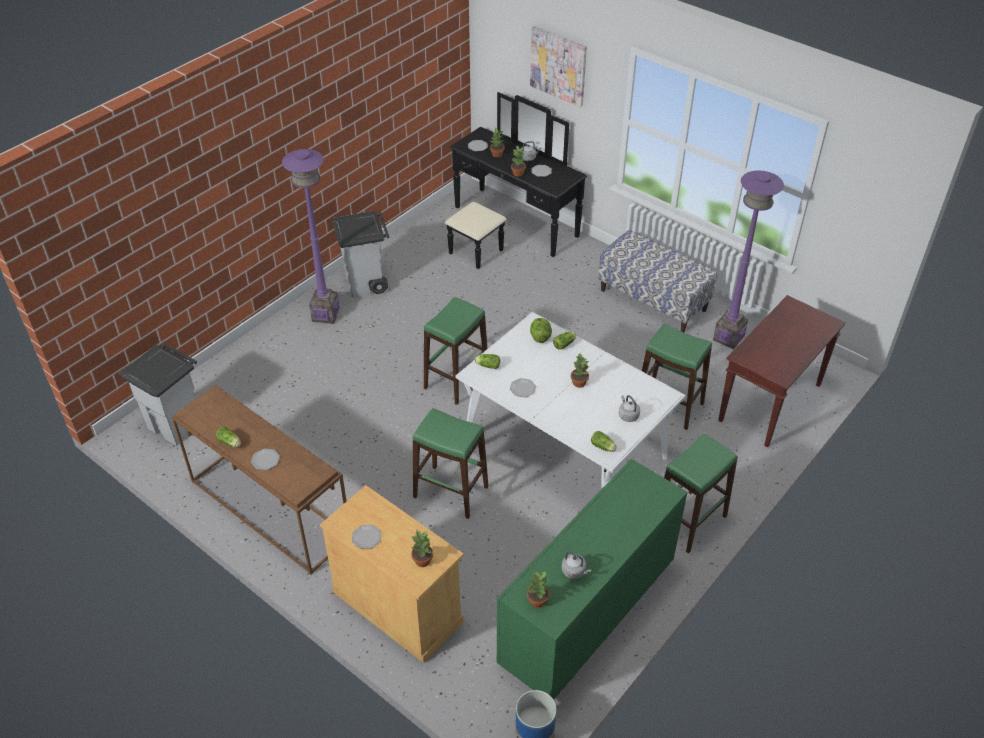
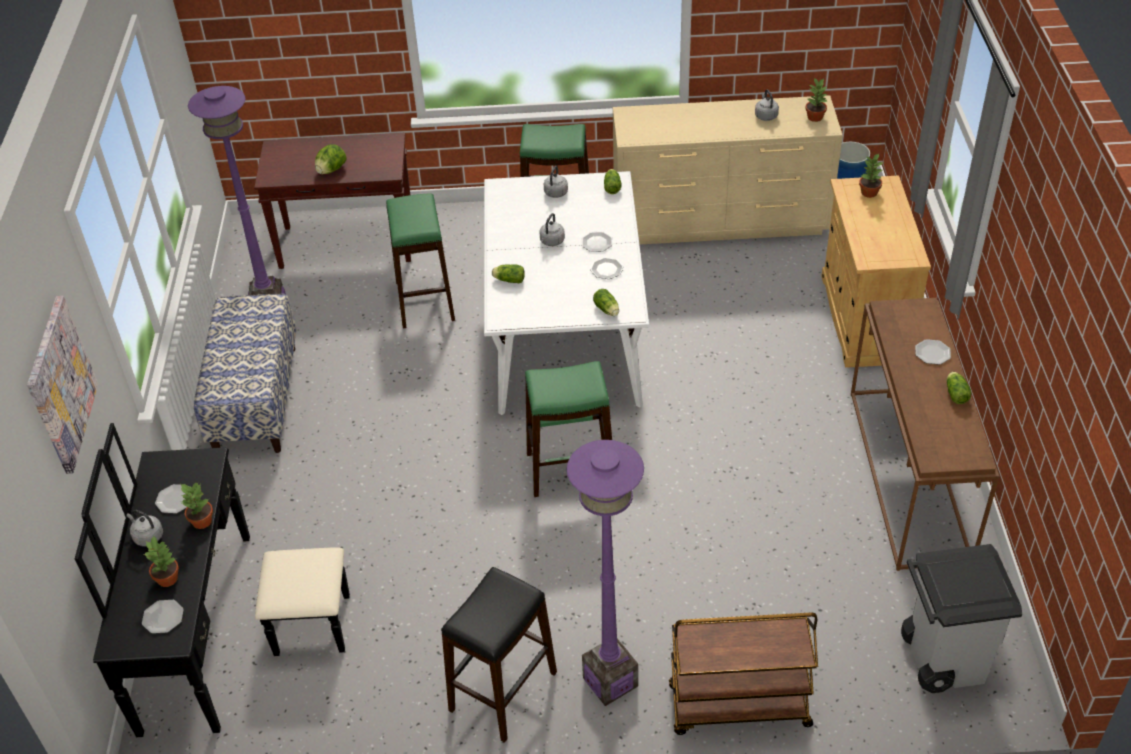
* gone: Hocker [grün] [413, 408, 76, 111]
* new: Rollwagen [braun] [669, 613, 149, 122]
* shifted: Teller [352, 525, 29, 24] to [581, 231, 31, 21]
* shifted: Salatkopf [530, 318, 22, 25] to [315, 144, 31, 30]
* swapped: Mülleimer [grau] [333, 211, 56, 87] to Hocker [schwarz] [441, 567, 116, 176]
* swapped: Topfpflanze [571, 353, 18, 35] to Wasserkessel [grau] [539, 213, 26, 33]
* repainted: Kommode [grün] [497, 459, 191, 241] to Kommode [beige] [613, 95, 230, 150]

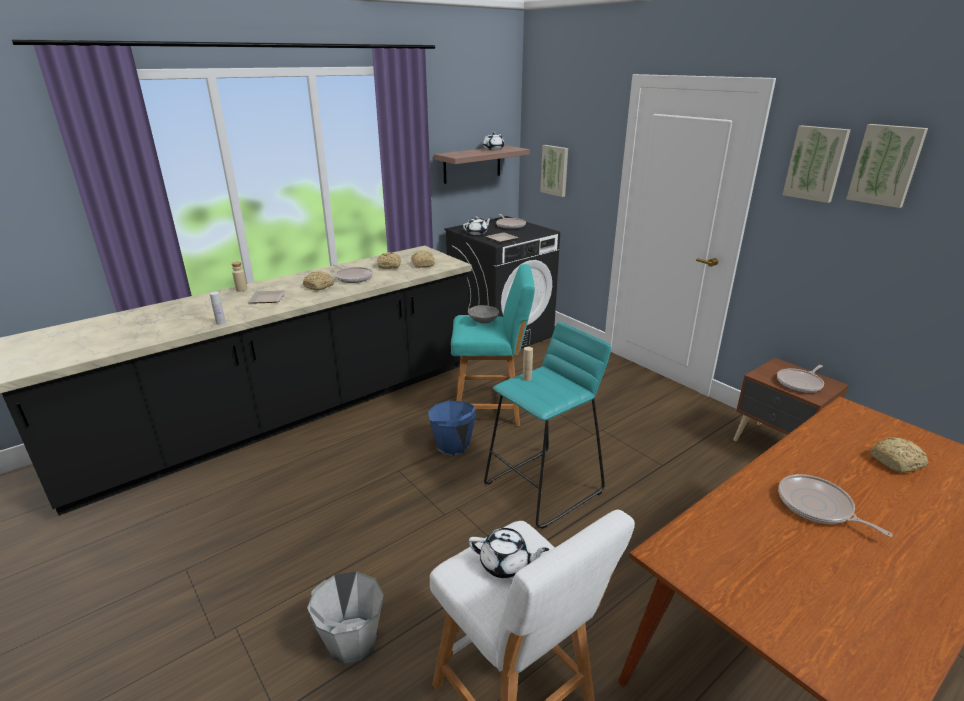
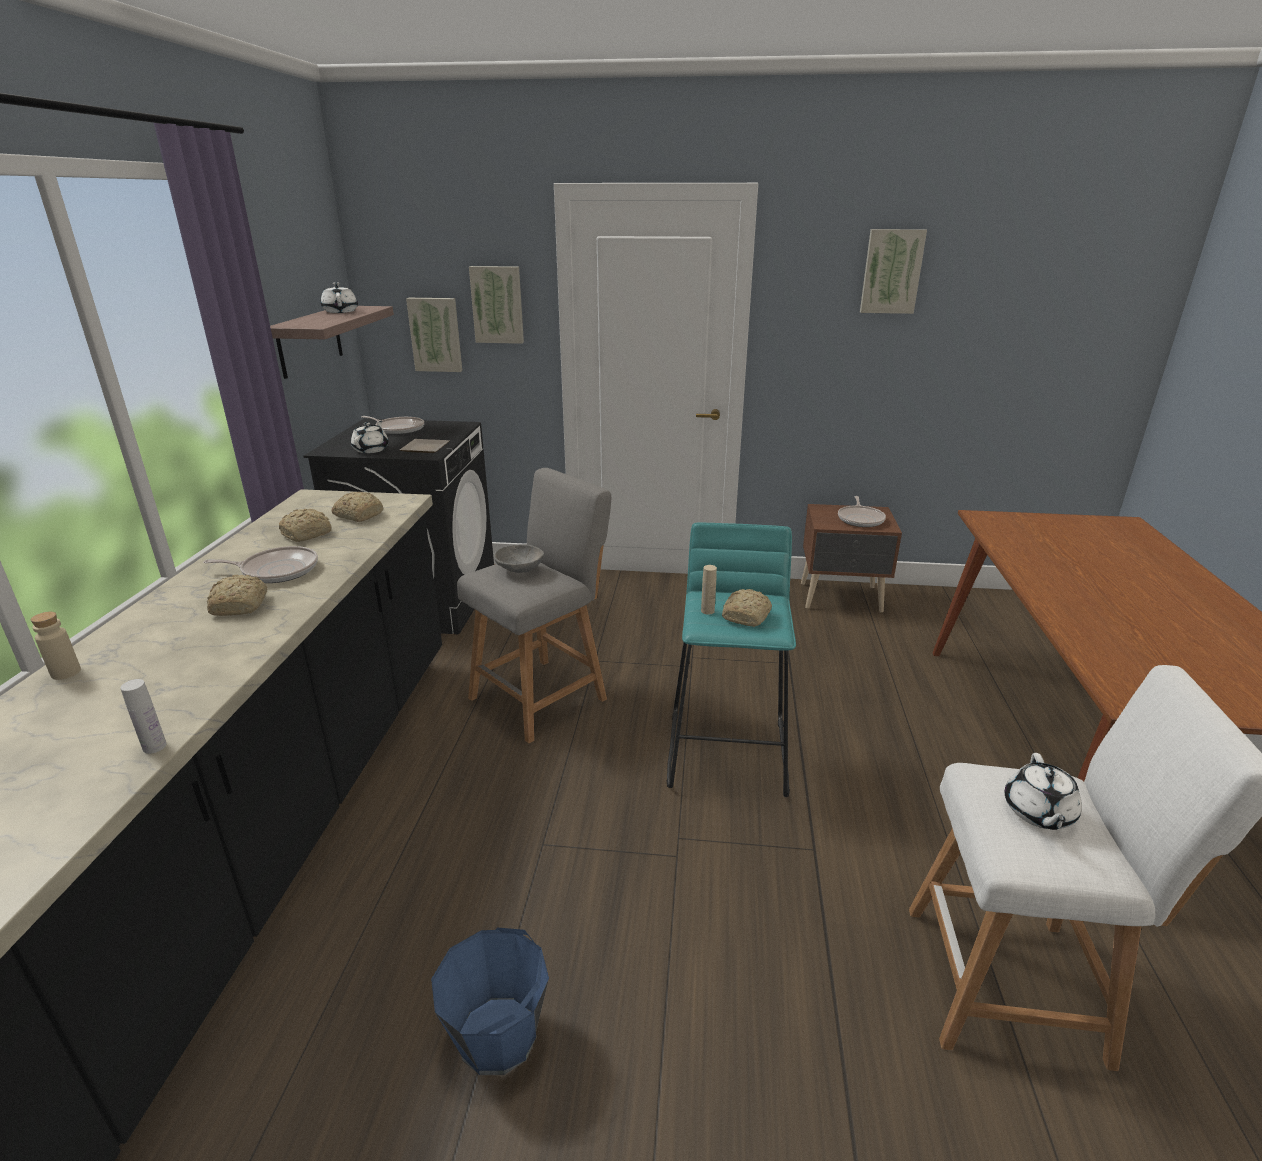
* gone: Teller [248, 290, 37, 13]
* gone: Eimer [grau] [307, 571, 77, 93]
* gone: Pfanne [778, 474, 115, 63]
* shifted: Eimer [blau] [428, 400, 48, 56] to [431, 928, 118, 147]
* shifted: Bild [783, 125, 68, 78] to [469, 266, 55, 78]
* shifted: Brot [870, 437, 58, 36] to [722, 589, 50, 38]
* repainted: Hocker [türkis] [451, 264, 84, 162] to Hocker [grau] [457, 468, 155, 275]
* rotated: Teekanne [weiß] [468, 528, 81, 51] = [1005, 753, 77, 77] 135 degrees clockwise

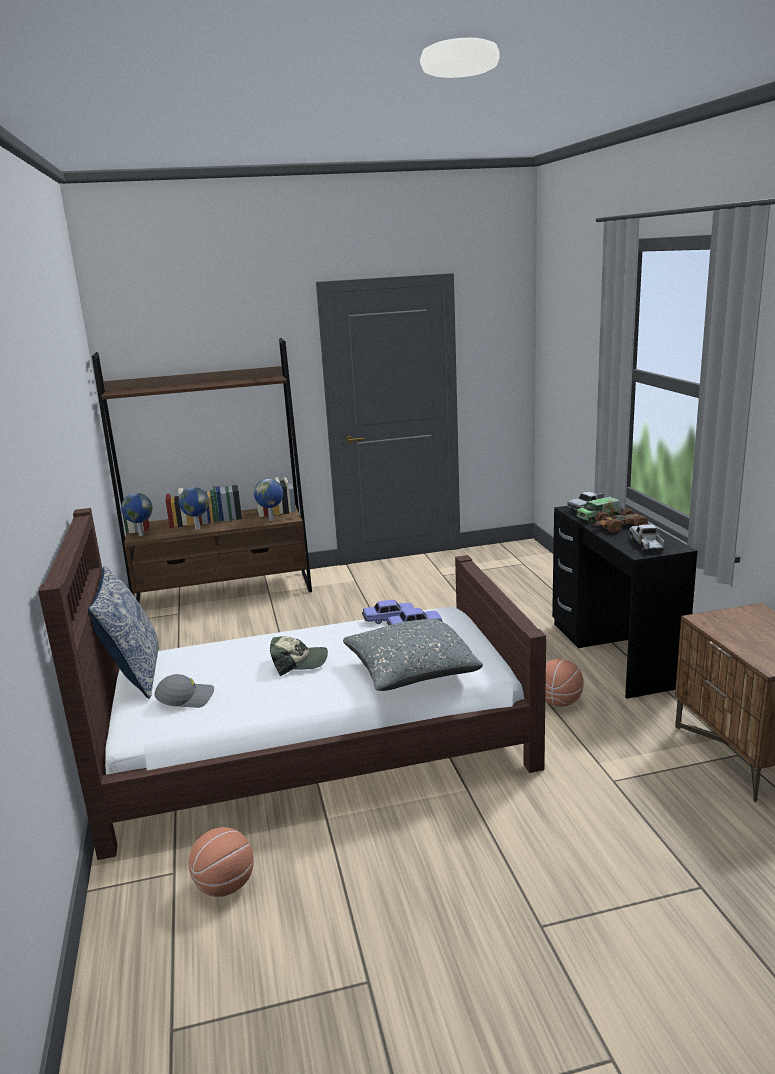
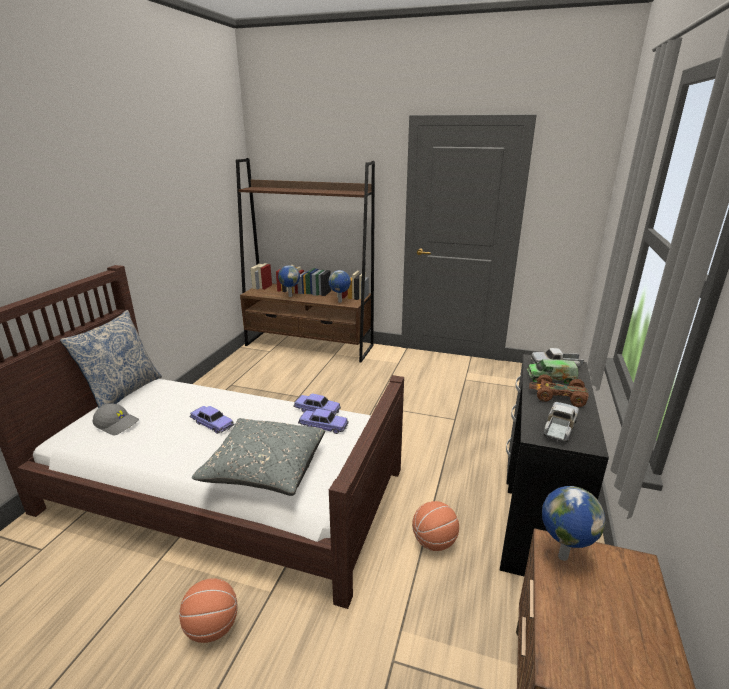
* shifted: Globus [121, 493, 32, 43] to [542, 486, 64, 75]
* shifted: Basketball [189, 827, 65, 70] to [179, 578, 59, 65]
* swapped: Kappe [270, 636, 58, 40] to Spielzeugauto [189, 406, 45, 28]

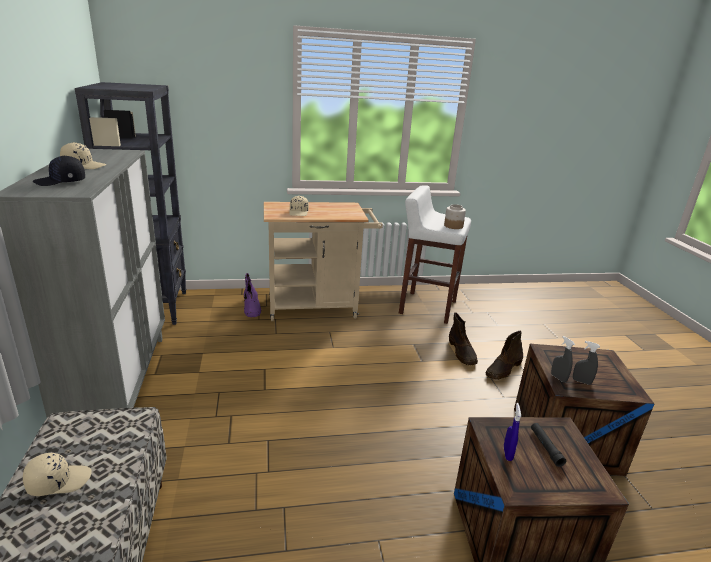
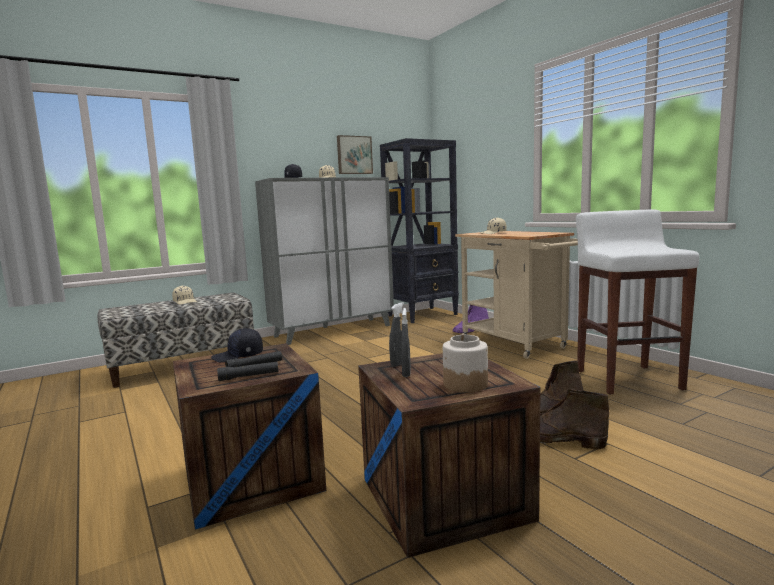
* new: Taschenlampe [schwarz] [217, 362, 61, 19]
* new: Bild [337, 135, 36, 39]
* shifted: Vorratsglas [444, 204, 22, 25] to [443, 335, 45, 58]
* swapped: Sprühflasche [blau] [504, 403, 17, 58] to Kappe [schwarz] [211, 328, 52, 34]

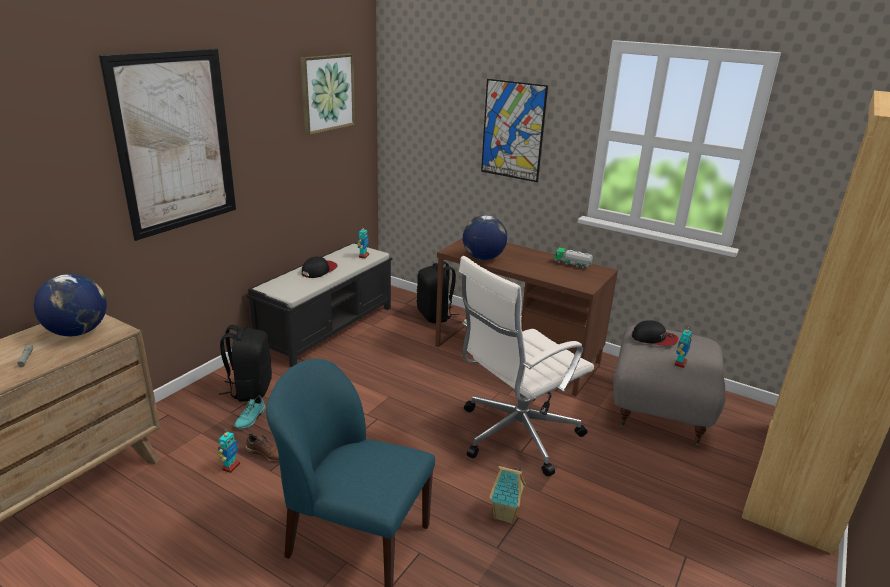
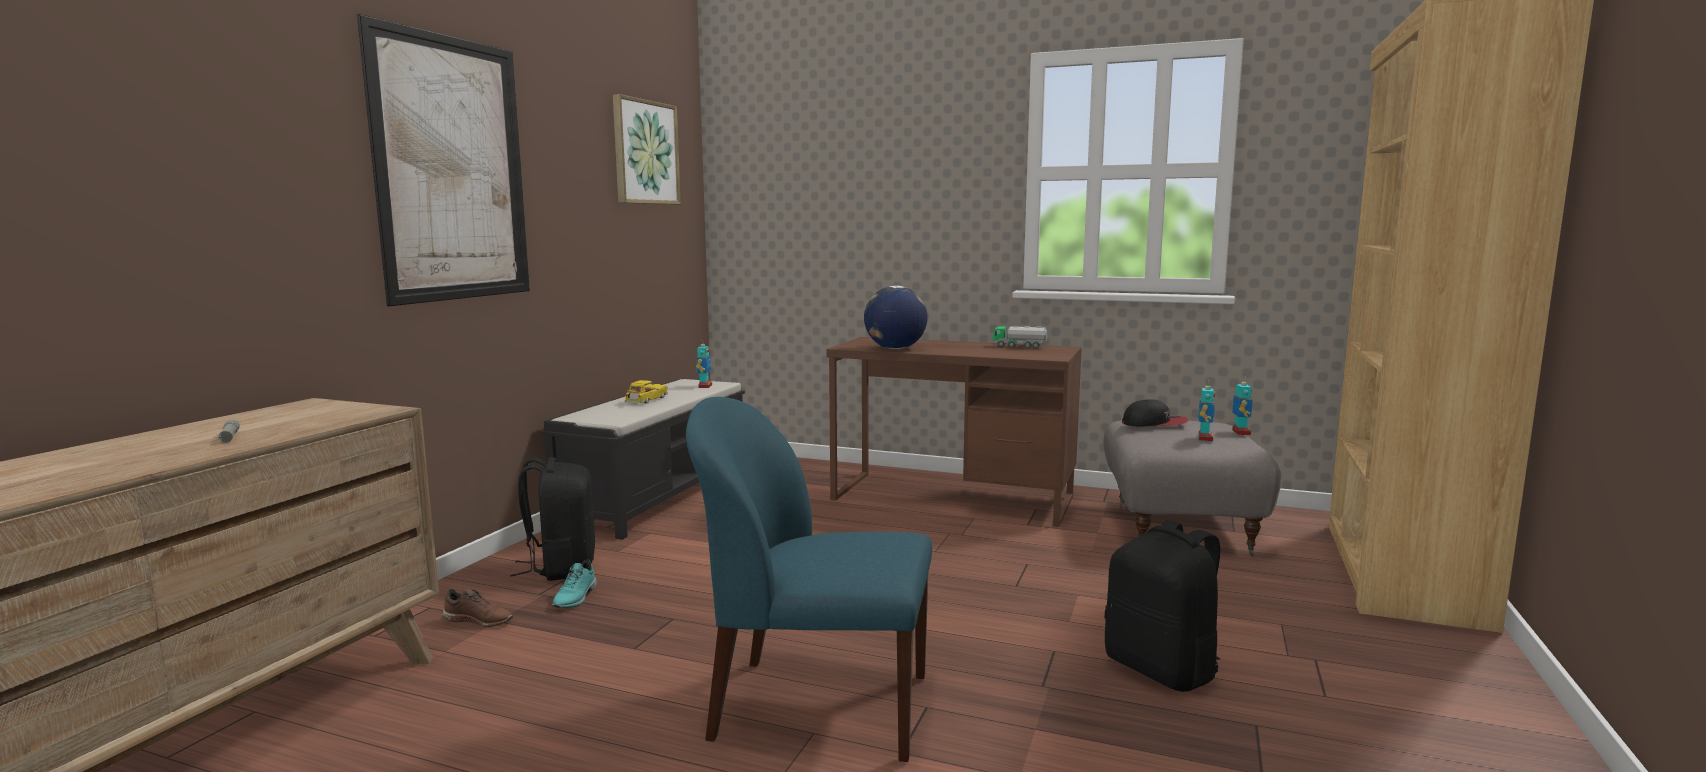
* gone: Globus [34, 274, 73, 62]
* gone: Bürostuhl [weiß] [459, 256, 135, 221]
* gone: Bild [481, 79, 67, 103]
* gone: Spielzeughaus [489, 466, 37, 58]
* shifted: Spielzeugroboter [217, 431, 23, 42] to [1232, 378, 21, 57]
* shifted: Schuh [braun] [245, 433, 34, 29] to [442, 587, 71, 40]
* shifted: Rucksack [schwarz] [417, 261, 42, 62] to [1105, 520, 115, 172]
* swapped: Kappe [302, 256, 36, 22] to Spielzeugauto [625, 380, 43, 24]

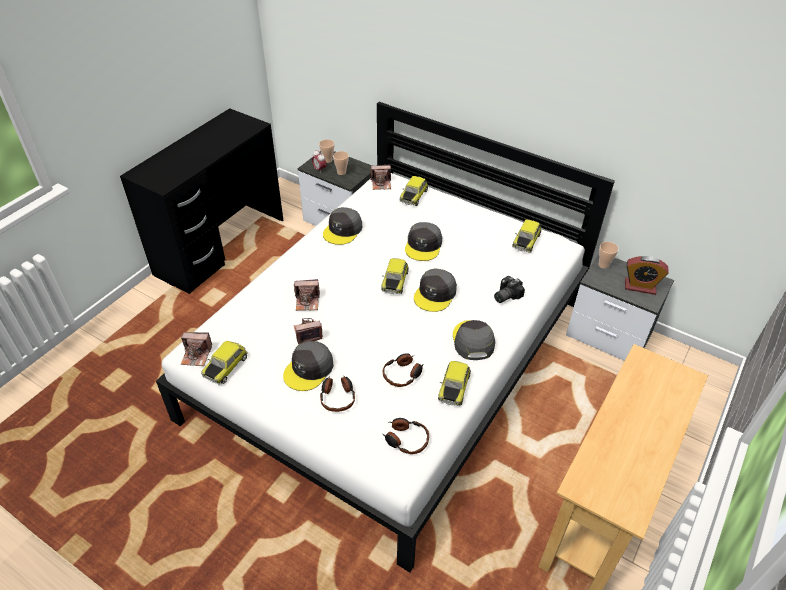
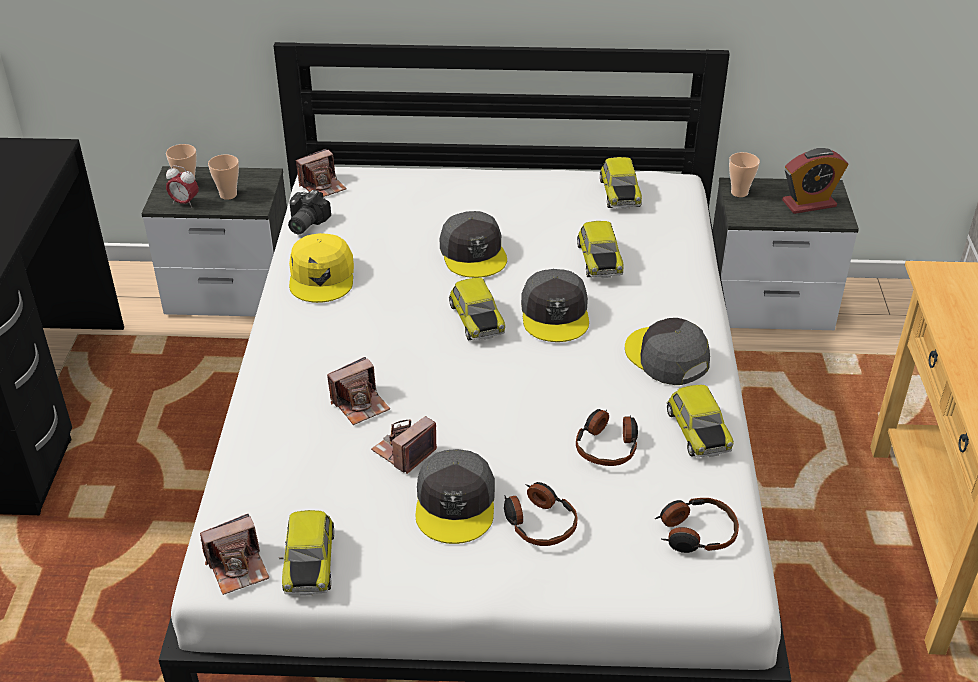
* shifted: Spielzeugauto [400, 176, 28, 30] to [577, 221, 47, 57]
* shifted: Kamera [494, 276, 31, 27] to [288, 190, 43, 44]
* repainted: Kappe [grau] [323, 207, 39, 38] to Kappe [gelb] [289, 233, 65, 70]

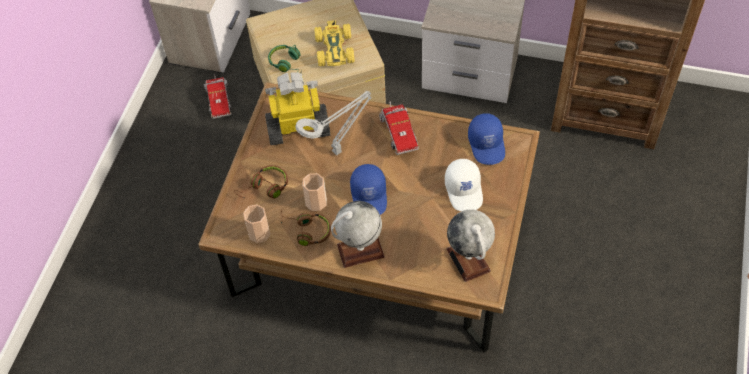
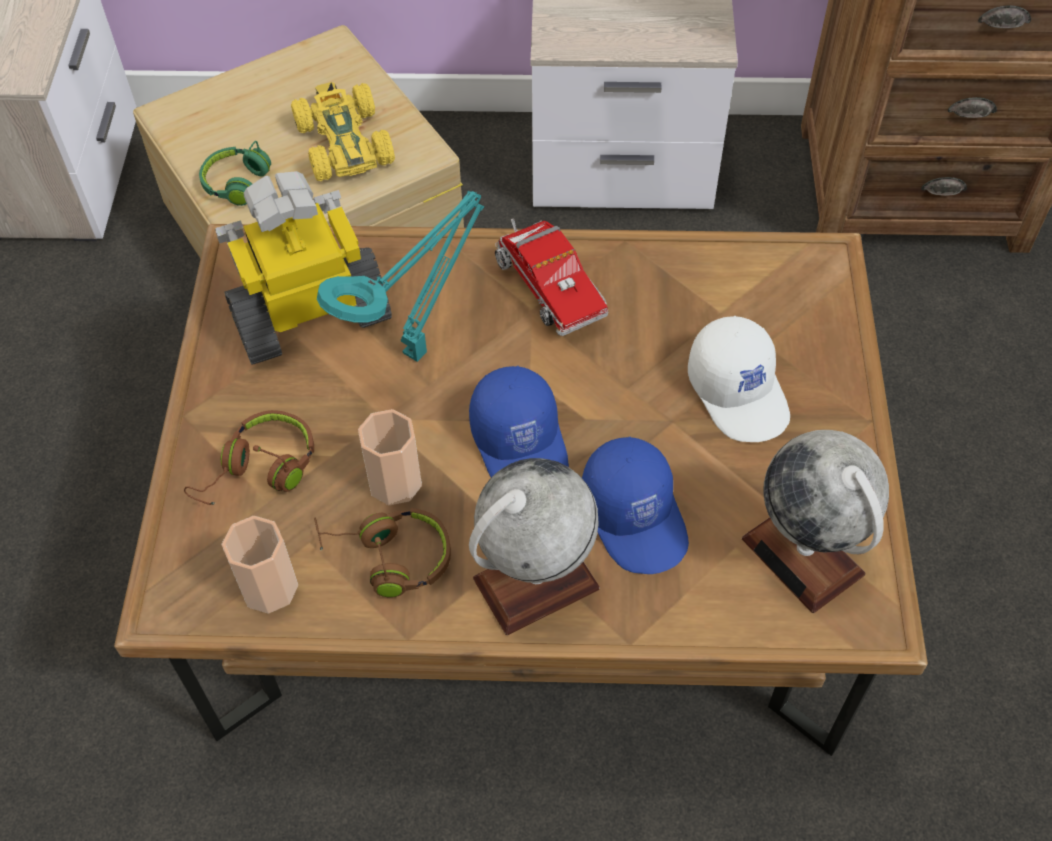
* gone: Spielzeuglaster [204, 74, 28, 45]
* shifted: Kappe [blau] [468, 113, 37, 52] to [582, 437, 107, 137]
* repainted: Tischlampe [grau] [295, 91, 77, 64] to Tischlampe [türkis] [317, 191, 168, 171]

